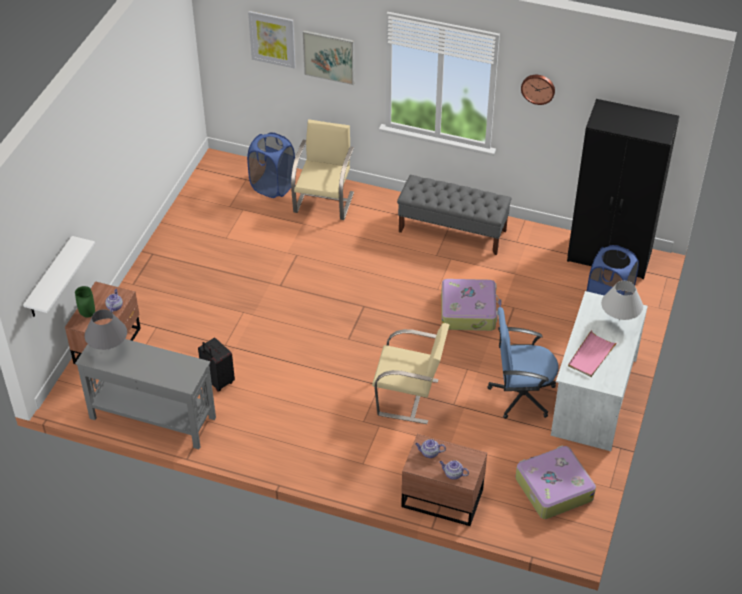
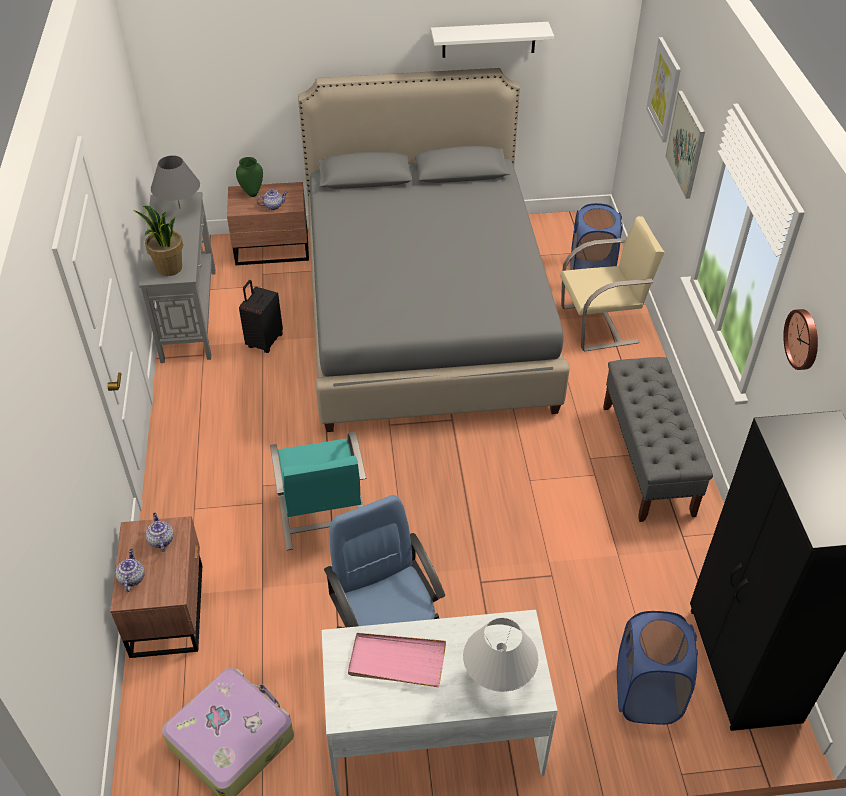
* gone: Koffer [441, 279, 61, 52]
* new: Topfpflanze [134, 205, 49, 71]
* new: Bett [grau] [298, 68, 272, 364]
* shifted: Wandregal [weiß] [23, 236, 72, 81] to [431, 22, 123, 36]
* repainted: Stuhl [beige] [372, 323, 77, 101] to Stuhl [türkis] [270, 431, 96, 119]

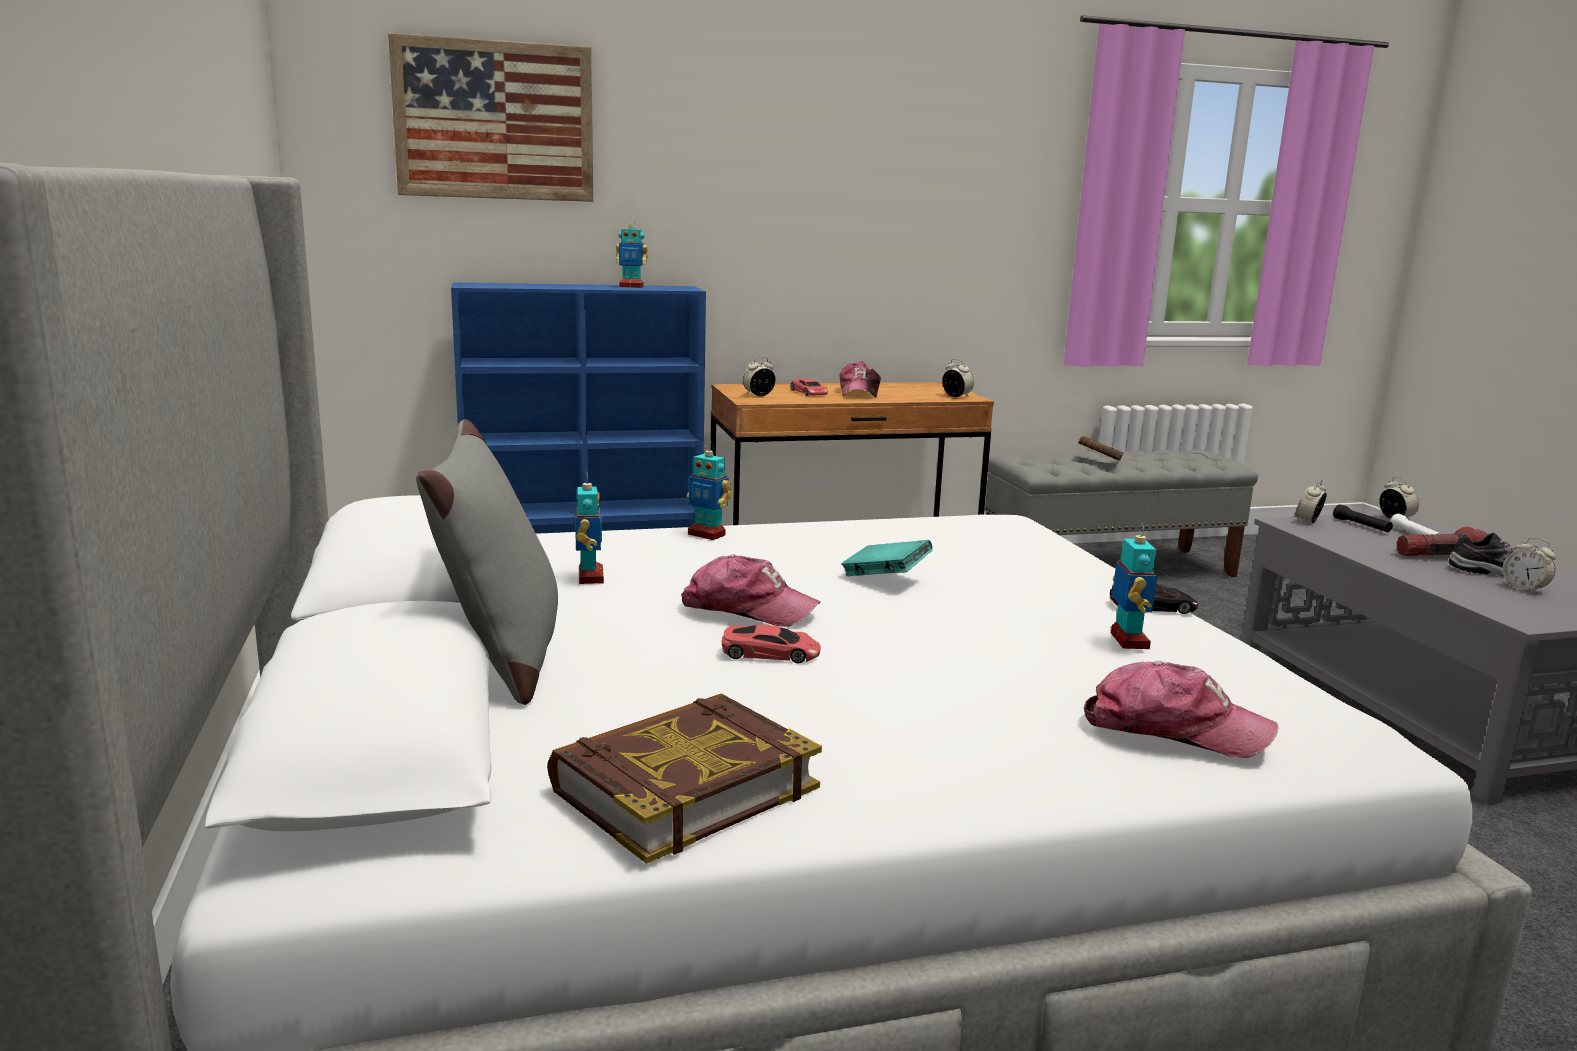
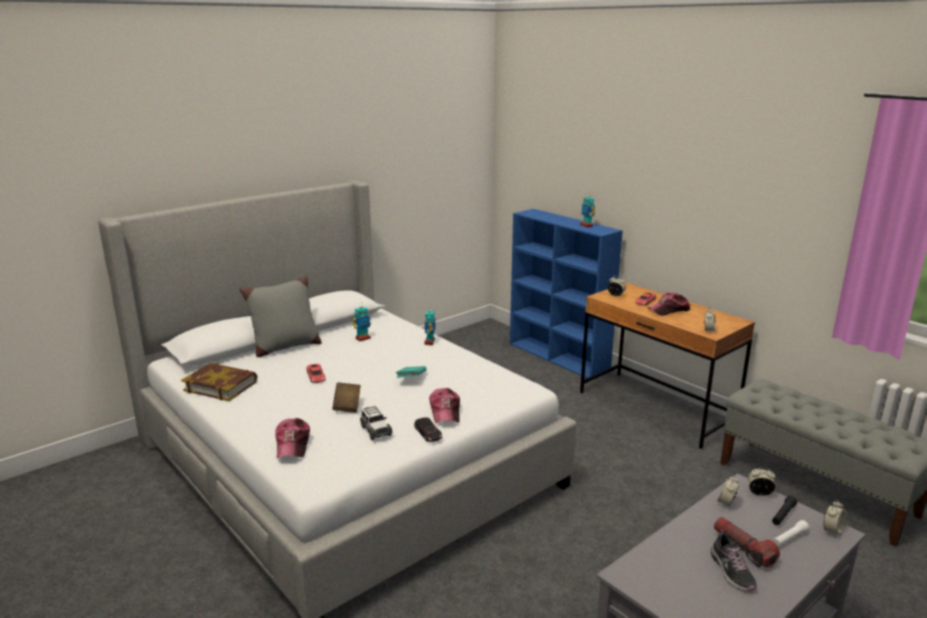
* gone: Bild [388, 33, 205, 169]
* shifted: Kappe [681, 554, 139, 73] to [429, 388, 31, 35]
* shifted: Buch [braun] [1078, 436, 46, 25] to [332, 383, 29, 30]
* shifted: Wecker [1503, 537, 53, 57] to [718, 475, 21, 32]
* swapped: Spielzeugroboter [1111, 523, 46, 126] to Spielzeugauto [360, 406, 33, 34]

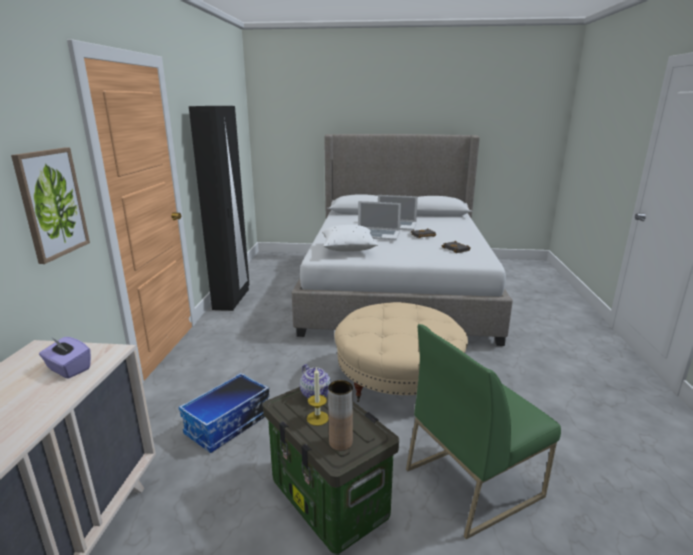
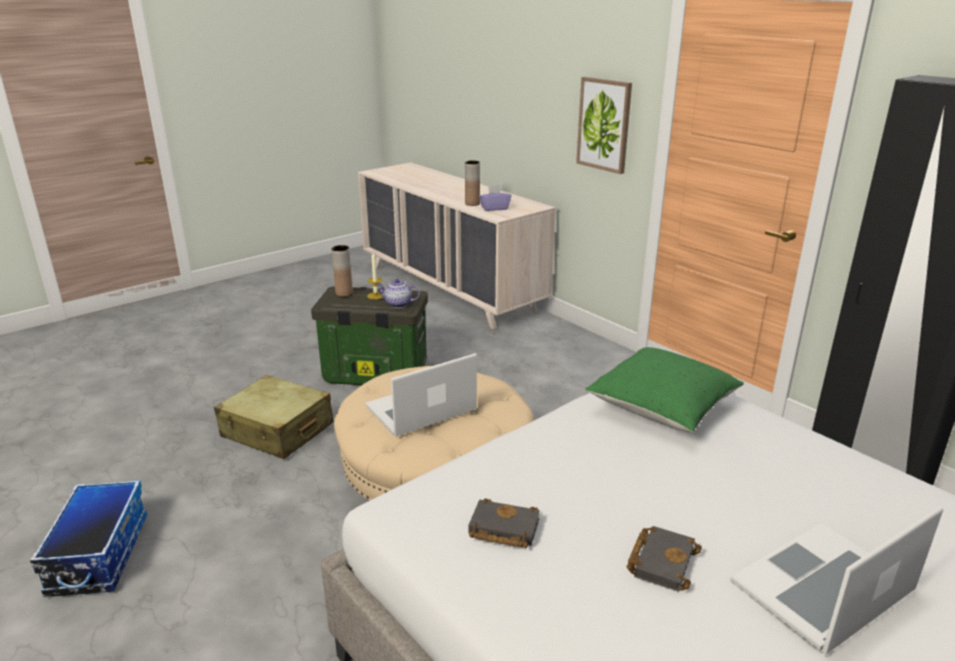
* new: Vase [braun] [465, 161, 15, 45]
* shifted: Aufbewahrungsbox [179, 373, 90, 80] to [30, 480, 117, 117]
* shifted: Laptop [358, 201, 43, 39] to [365, 353, 112, 84]
* swapped: Stuhl [grün] [406, 324, 155, 215] to Koffer [beige] [214, 375, 120, 84]
* repainted: Kissen [weiß] [322, 225, 56, 27] to Kissen [grün] [585, 347, 159, 85]

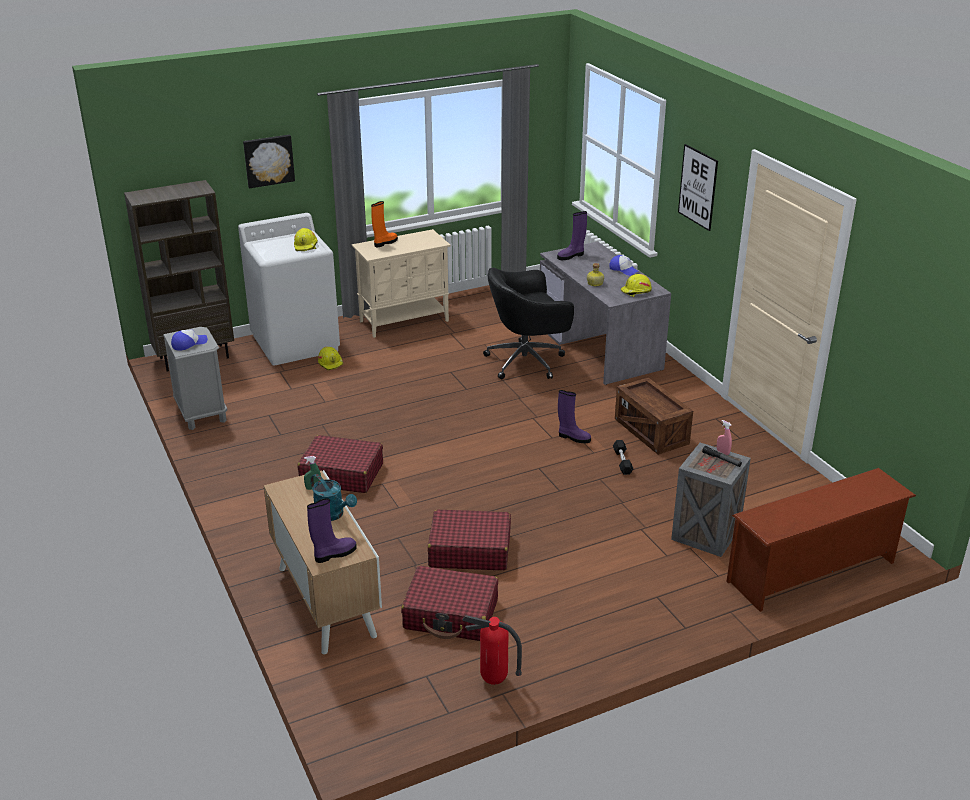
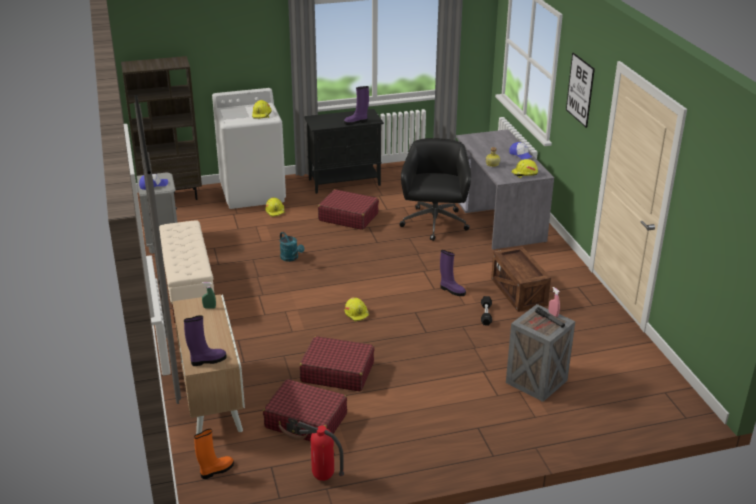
* gone: Bild [243, 135, 52, 53]
* gone: Schuhregal [braun] [726, 468, 190, 144]
* new: Bank [beige] [159, 220, 56, 103]
* new: Schutzhelm [gelb] [345, 298, 24, 24]
* shifted: Koffer [rot] [297, 435, 86, 58] to [318, 189, 61, 41]
* shifted: Gießkanne [türkis] [310, 474, 47, 47] to [280, 232, 24, 30]
* shifted: Stiefel [orange] [371, 201, 27, 46] to [194, 429, 40, 50]
* shifted: Stiefel [lila] [557, 211, 30, 49] to [344, 86, 25, 39]
* repainted: Schrank [beige] [352, 229, 99, 109] to Schrank [schwarz] [304, 109, 80, 85]
* rotated: Bürostuhl [schwarz] [483, 268, 91, 111] = [399, 138, 72, 103] 105 degrees clockwise

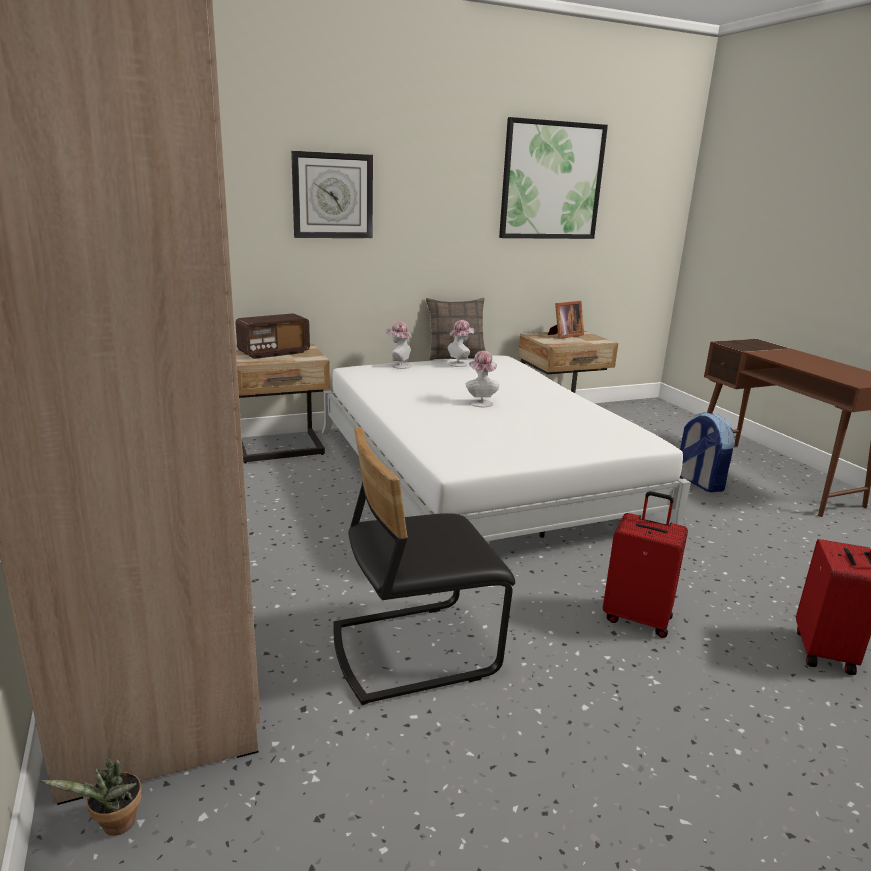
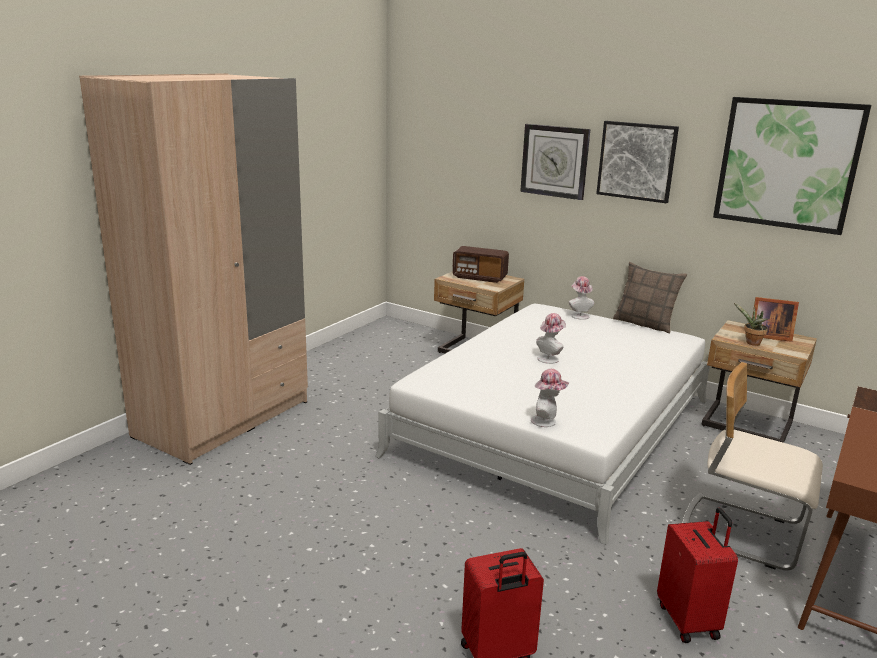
* gone: Stuhl [schwarz] [334, 427, 181, 278]
* new: Bild [596, 121, 83, 83]
* shifted: Topfpflanze [41, 758, 101, 78] to [734, 303, 34, 43]
* shifted: Hut [448, 320, 26, 47] to [531, 369, 38, 58]
* shifted: Koffer [rot] [603, 491, 85, 147] to [657, 508, 81, 135]
* swapped: Rucksack [680, 412, 54, 80] to Stuhl [beige] [683, 362, 140, 208]

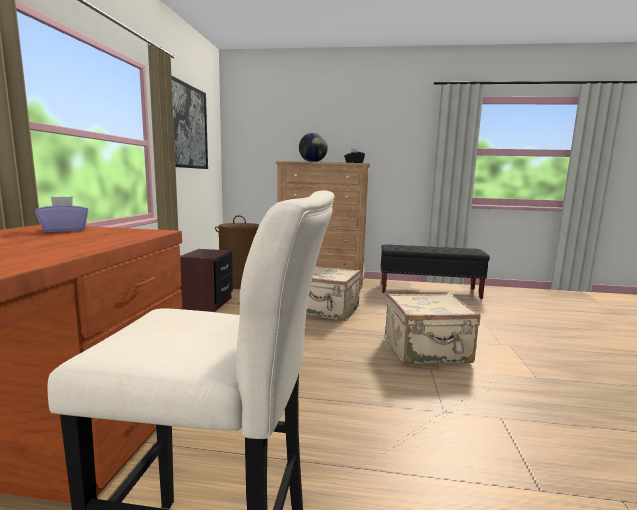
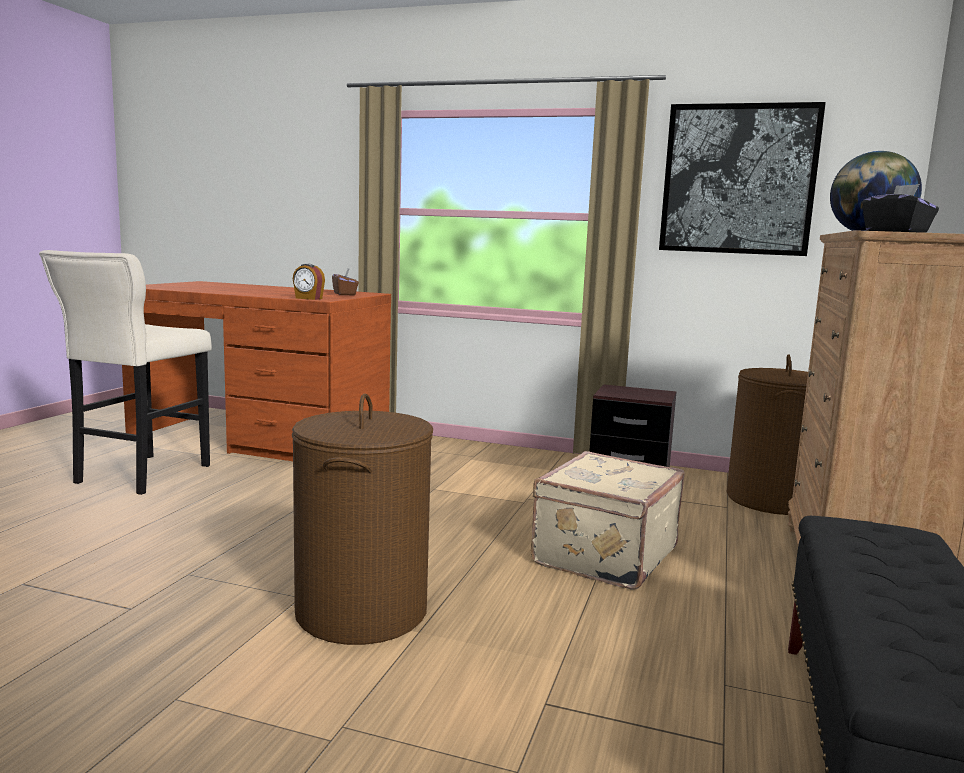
* new: Wecker [293, 264, 32, 36]
* swapped: Koffer [beige] [385, 293, 95, 71] to Wäschekorb [braun] [292, 393, 141, 252]
* repainted: Taschentuchbox [lila] [35, 196, 53, 36] to Taschentuchbox [braun] [332, 269, 27, 26]

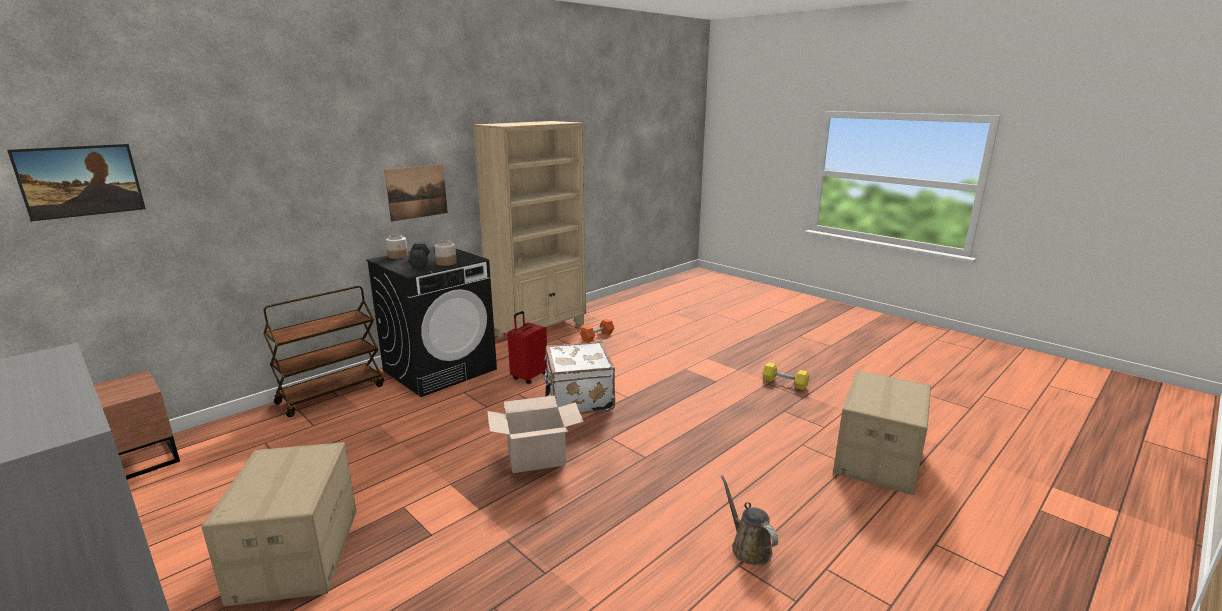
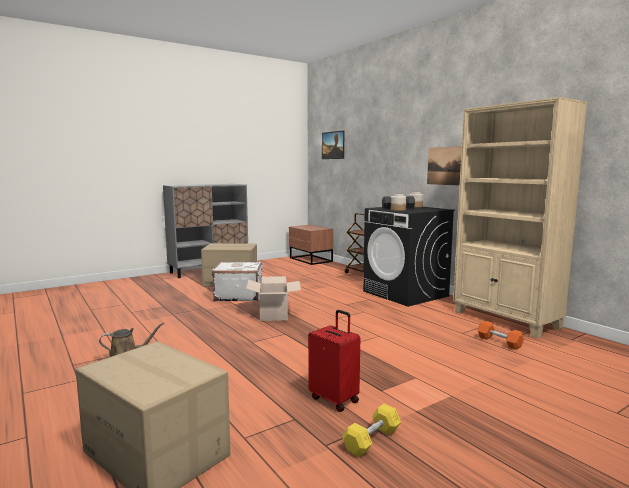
* shifted: Koffer [rot] [507, 311, 40, 73] to [308, 310, 52, 102]
* shifted: Koffer [weiß] [544, 342, 71, 72] to [212, 261, 51, 41]

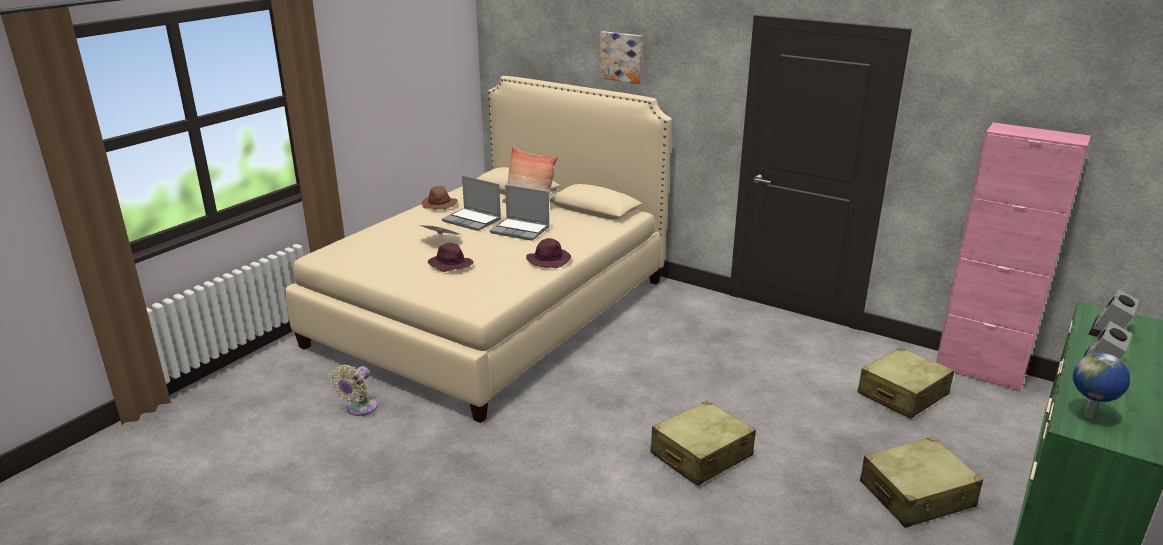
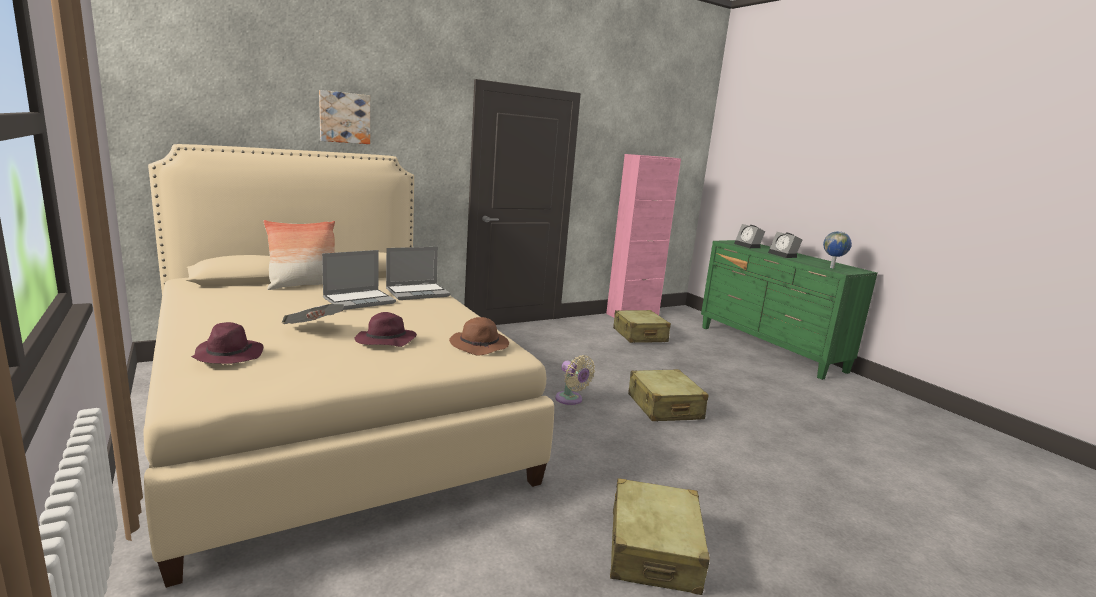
* shifted: Ventilator [beige] [331, 365, 47, 51] to [555, 355, 40, 50]
* shifted: Hut [braun] [422, 186, 36, 24] to [449, 317, 60, 39]
* shifted: Laptop [442, 176, 59, 55] to [386, 247, 64, 53]
* shifted: Hut [lila] [526, 238, 45, 30] to [191, 322, 72, 42]
* shifted: Koffer [beige] [860, 437, 123, 91] to [610, 478, 100, 117]

